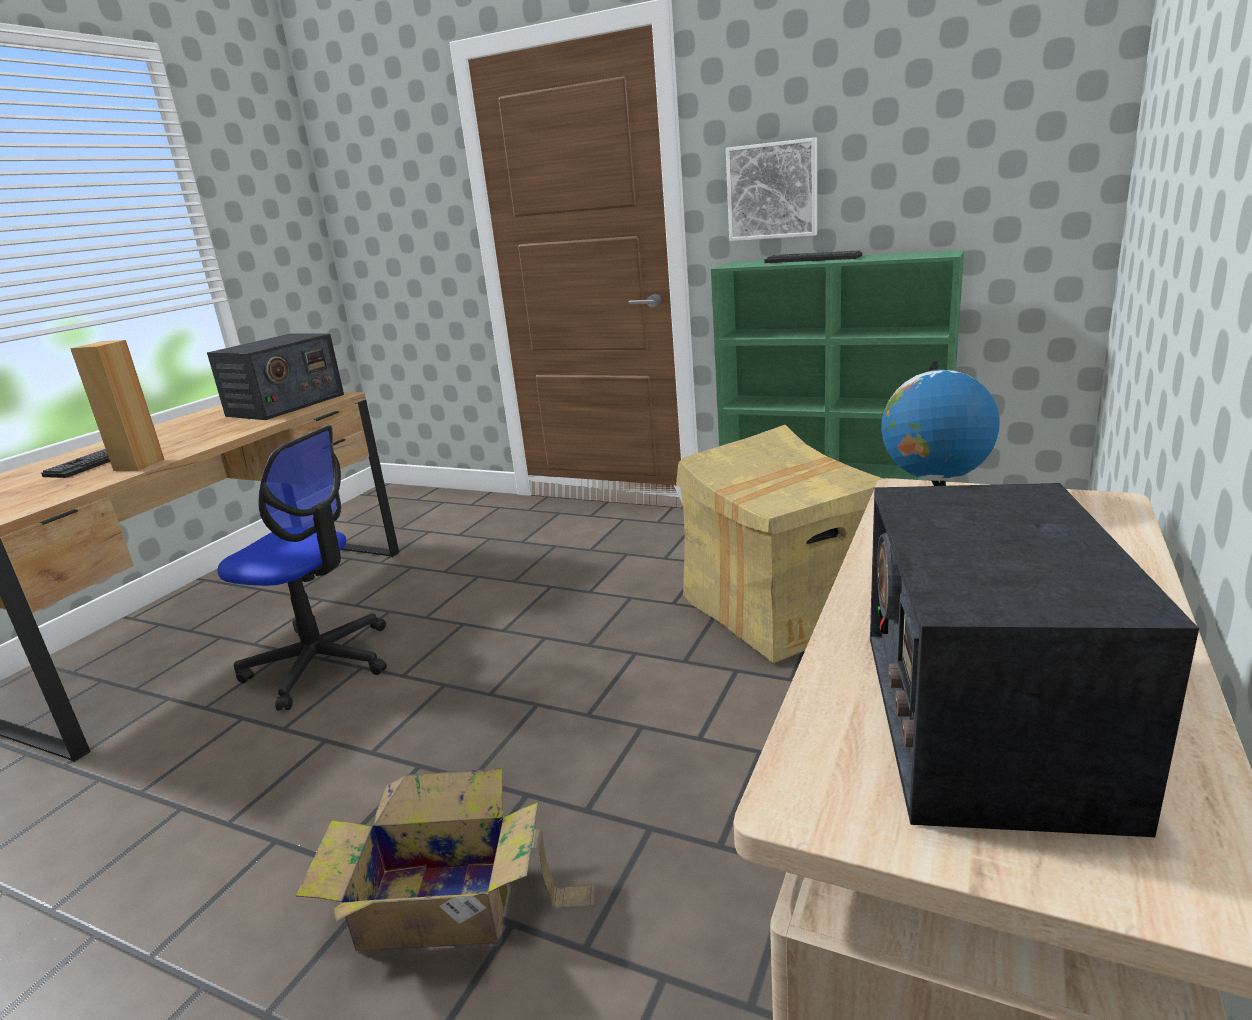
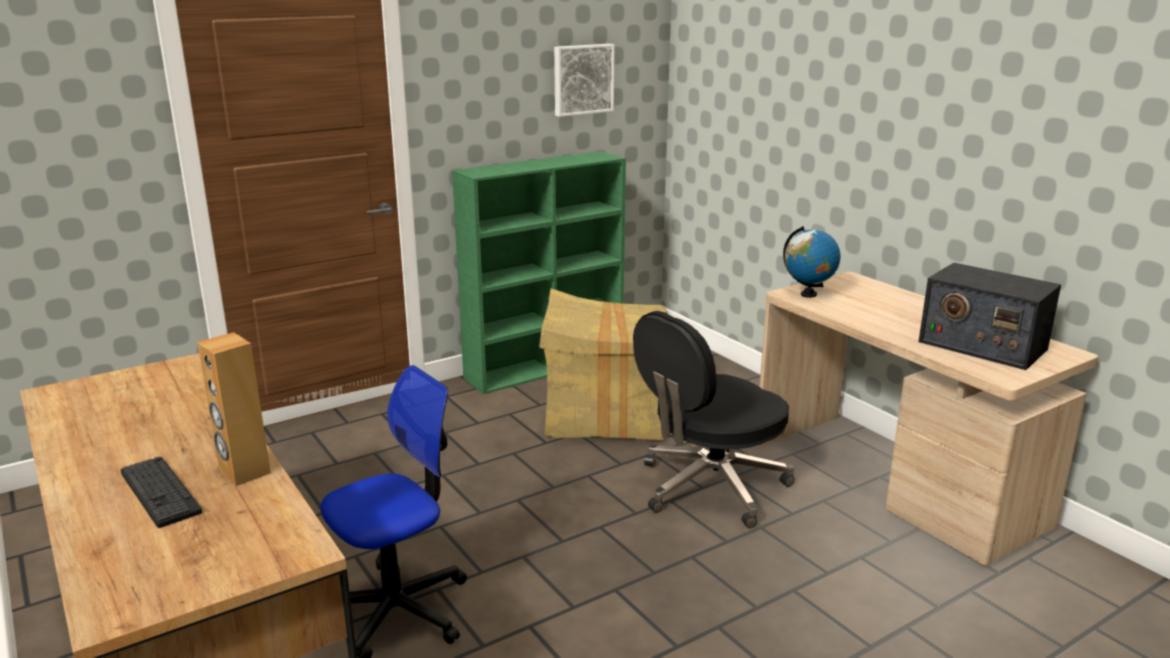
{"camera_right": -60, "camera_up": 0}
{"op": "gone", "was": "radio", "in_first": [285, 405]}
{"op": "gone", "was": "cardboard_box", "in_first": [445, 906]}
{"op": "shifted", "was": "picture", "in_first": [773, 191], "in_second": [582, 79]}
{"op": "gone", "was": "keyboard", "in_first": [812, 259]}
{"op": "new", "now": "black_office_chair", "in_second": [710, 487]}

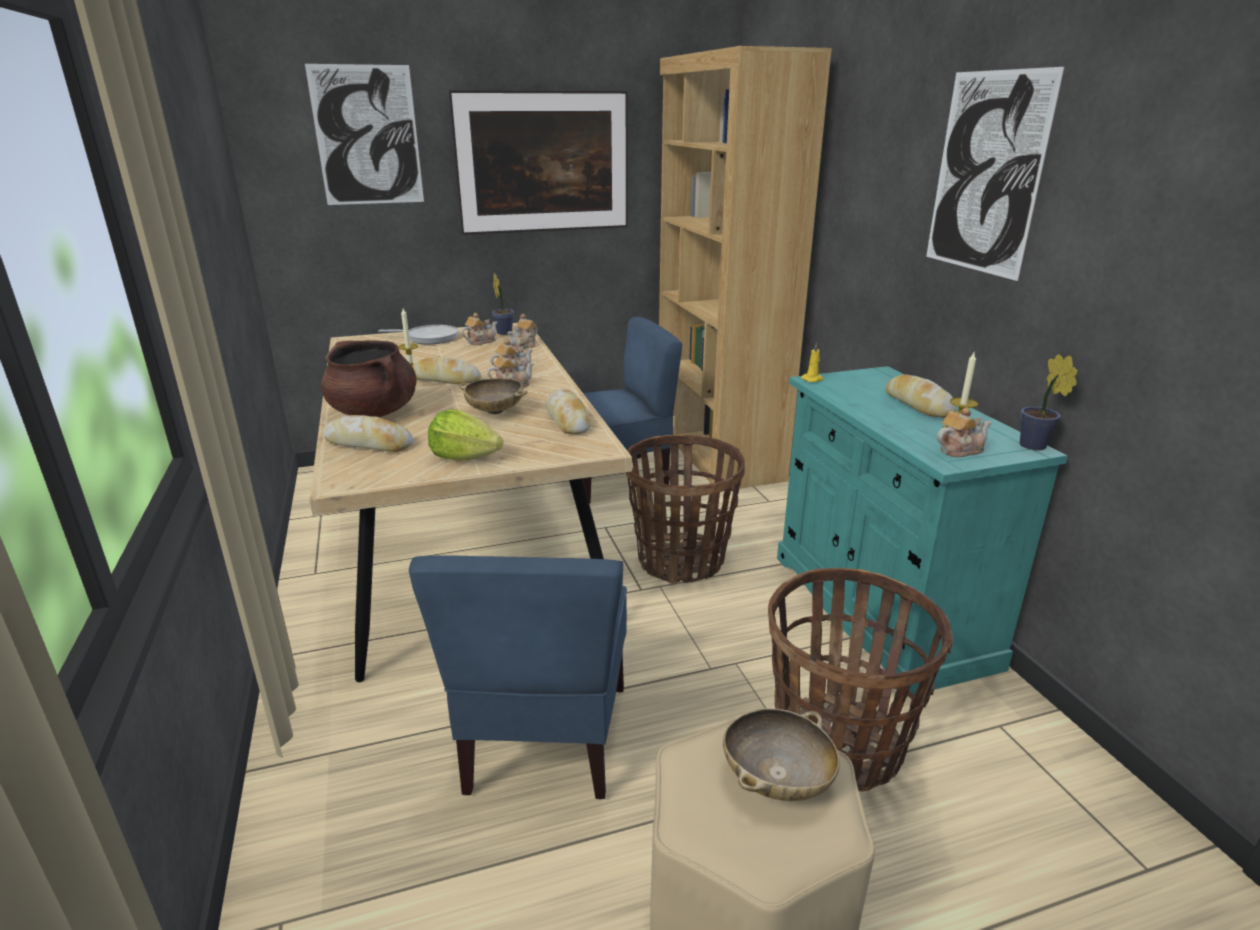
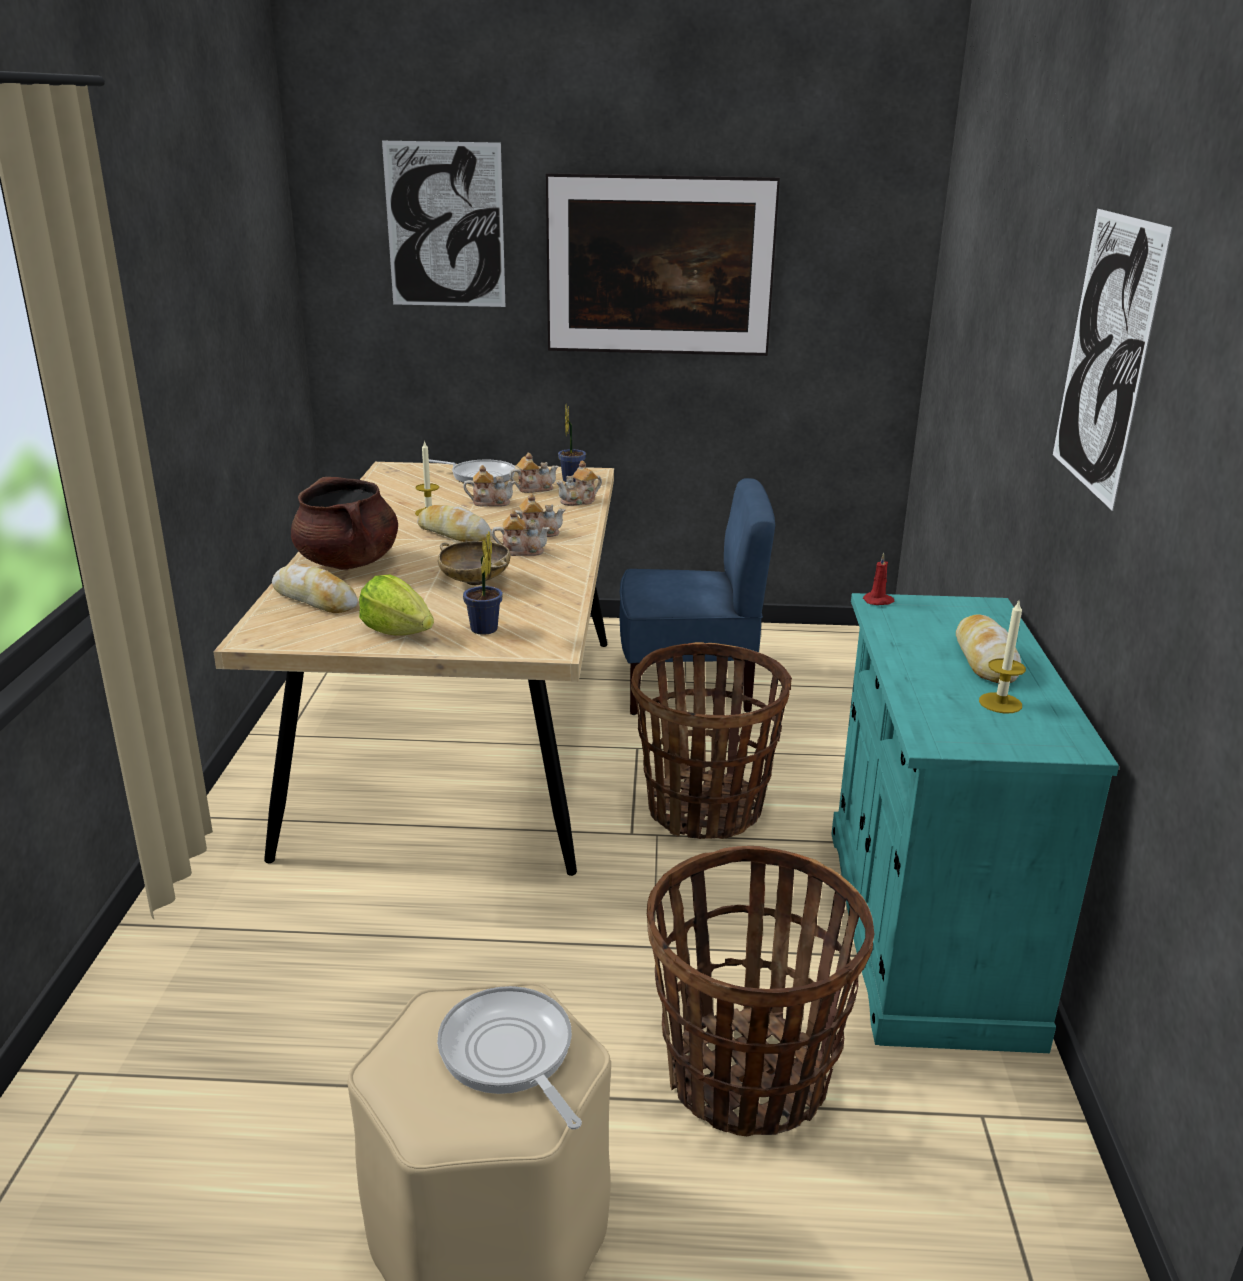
{"camera_right": 20, "camera_up": 0}
{"op": "gone", "was": "blue_chair", "in_first": [544, 738]}
{"op": "gone", "was": "bread", "in_first": [567, 420]}
{"op": "gone", "was": "brown_bookcase", "in_first": [716, 451]}
{"op": "swapped", "was": "beige_bowl", "now": "frying_pan", "in_first": [777, 779], "in_second": [509, 1054]}
{"op": "repainted", "was": "yellow_candle", "now": "red_candle", "in_first": [813, 379], "in_second": [879, 601]}
{"op": "shifted", "was": "teapot", "in_first": [959, 450], "in_second": [490, 502]}
{"op": "shifted", "was": "potted_plant", "in_first": [1035, 447], "in_second": [483, 631]}

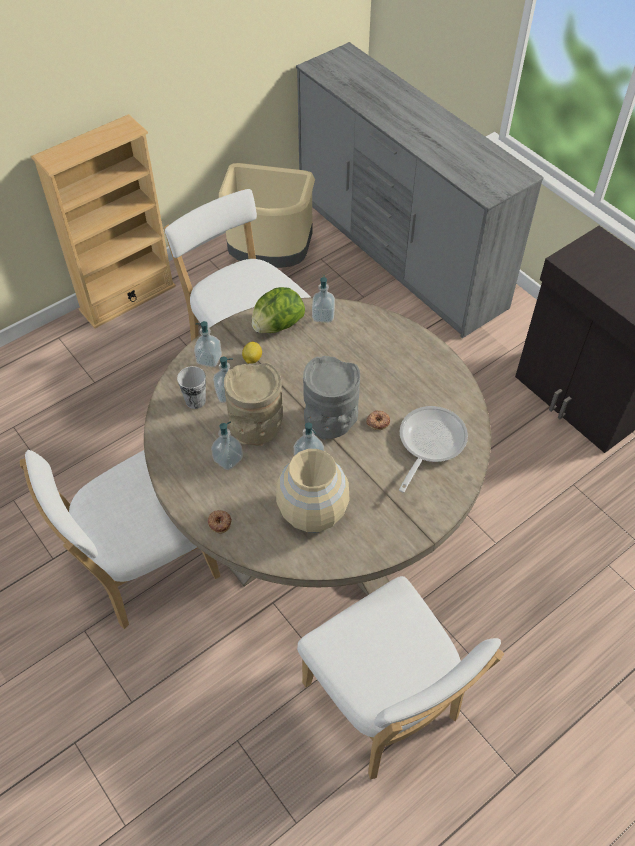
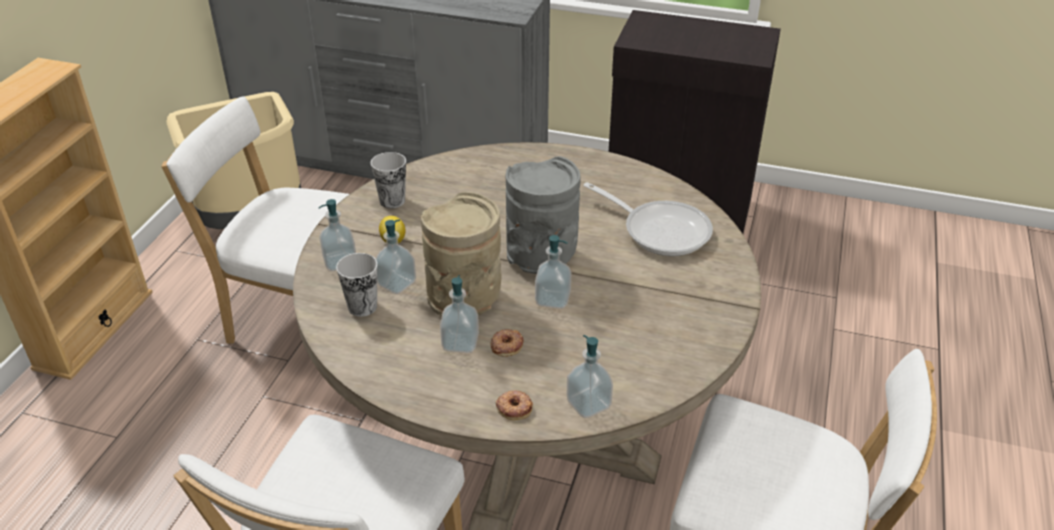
{"camera_right": -35, "camera_up": -15}
{"op": "swapped", "was": "lettuce", "now": "cup", "in_first": [277, 325], "in_second": [392, 201]}
{"op": "gone", "was": "beige_vase", "in_first": [313, 513]}
{"op": "shifted", "was": "soap_dispenser", "in_first": [323, 316], "in_second": [588, 404]}
{"op": "shifted", "was": "donut", "in_first": [378, 421], "in_second": [506, 345]}
{"op": "rotated", "was": "frying_pan", "in_first": [429, 443], "in_second": [660, 230], "clockwise": 135}

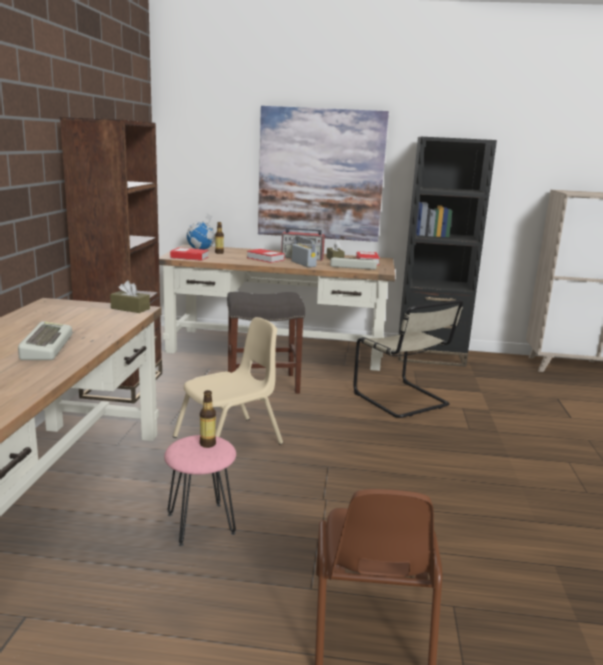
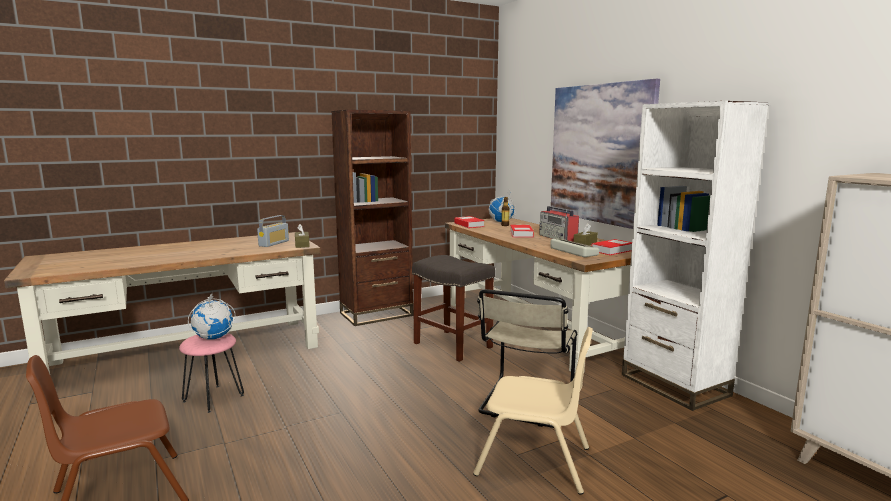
{"camera_right": 55, "camera_up": -5}
{"op": "gone", "was": "keyboard", "in_first": [45, 347]}
{"op": "shifted", "was": "beige_chair", "in_first": [229, 441], "in_second": [534, 461]}
{"op": "swapped", "was": "bottle", "now": "globe", "in_first": [207, 444], "in_second": [213, 338]}
{"op": "shifted", "was": "radio", "in_first": [303, 264], "in_second": [274, 243]}
{"op": "repainted", "was": "black_bookcase", "now": "white_bookcase", "in_first": [430, 356], "in_second": [674, 385]}

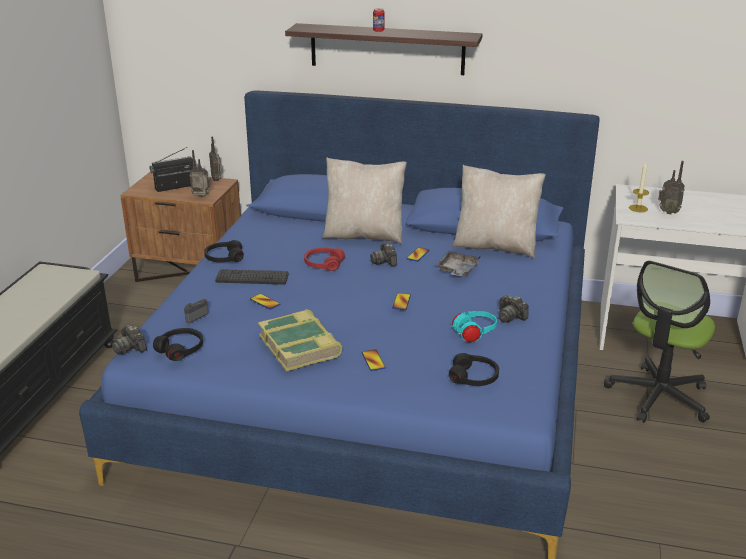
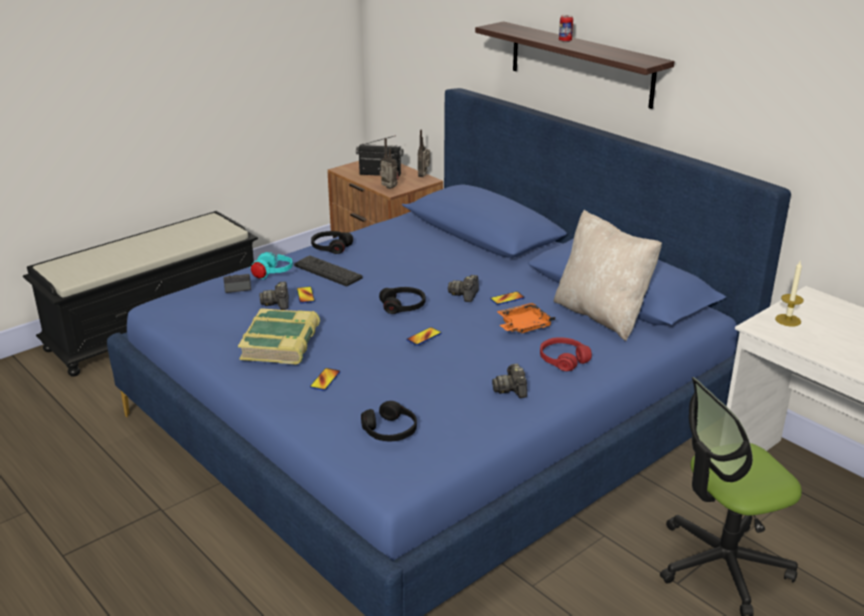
{"camera_right": 35, "camera_up": 0}
{"op": "shifted", "was": "photo_camera", "in_first": [130, 348], "in_second": [277, 303]}
{"op": "shifted", "was": "black_headphones", "in_first": [180, 349], "in_second": [403, 306]}
{"op": "shifted", "was": "red_headphones", "in_first": [323, 264], "in_second": [563, 359]}
{"op": "gone", "was": "beige_pillow", "in_first": [364, 235]}
{"op": "repainted", "was": "grey_tray", "now": "orange_tray", "in_first": [457, 270], "in_second": [523, 326]}
{"op": "shifted", "was": "turquoise_headphones", "in_first": [474, 334], "in_second": [272, 275]}
{"op": "gone", "was": "radio", "in_first": [668, 212]}

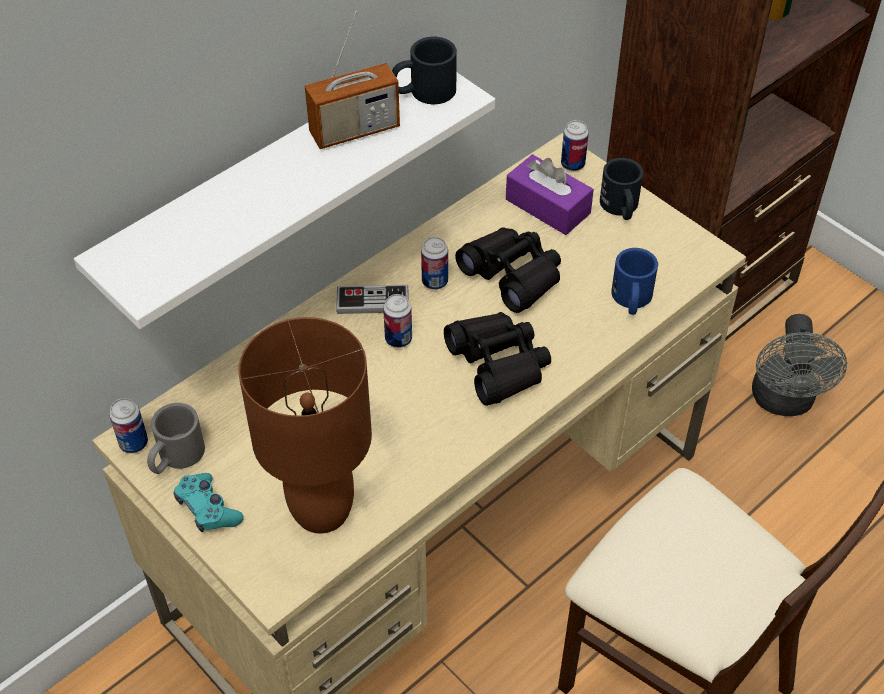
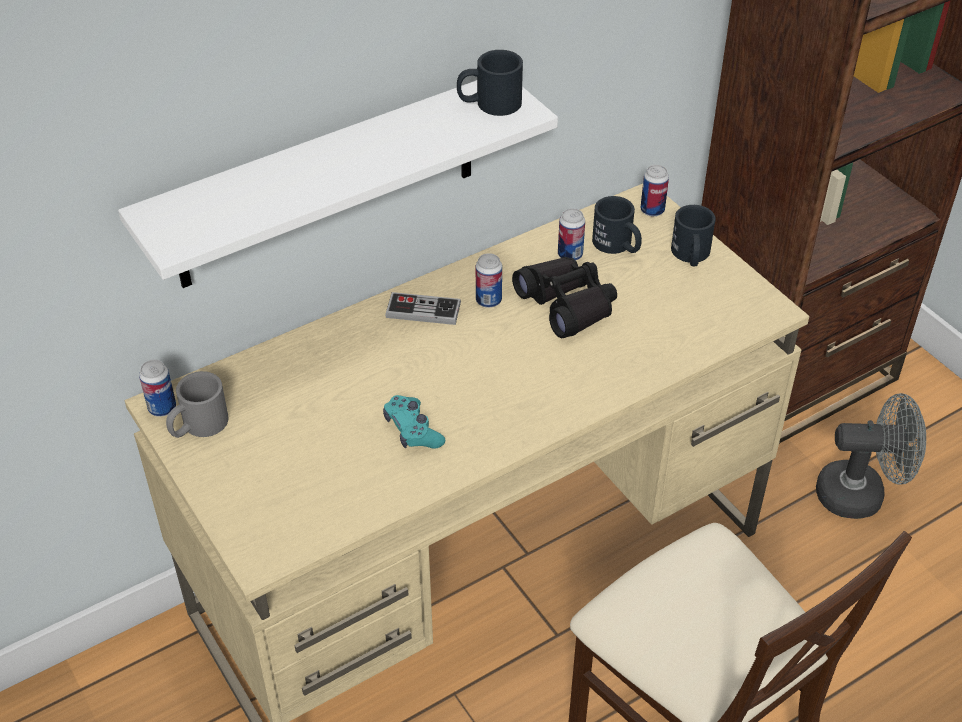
{"camera_right": 10, "camera_up": -5}
{"op": "shifted", "was": "turquoise_game_controller", "in_first": [208, 509], "in_second": [412, 430]}
{"op": "gone", "was": "brown_table_lamp", "in_first": [322, 509]}
{"op": "gone", "was": "radio", "in_first": [354, 130]}
{"op": "shifted", "was": "can", "in_first": [398, 339], "in_second": [570, 255]}
{"op": "gone", "was": "black_binoculars", "in_first": [498, 364]}
{"op": "swapped", "was": "purple_tissue_box", "now": "black_mug", "in_first": [547, 206], "in_second": [617, 246]}
{"op": "gone", "was": "blue_mug", "in_first": [631, 300]}
{"op": "rotated", "was": "grey_fan", "in_first": [783, 402], "in_second": [861, 494], "clockwise": -105}

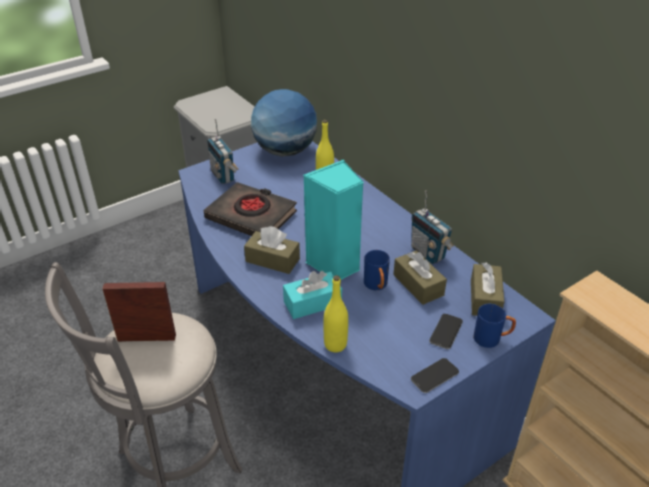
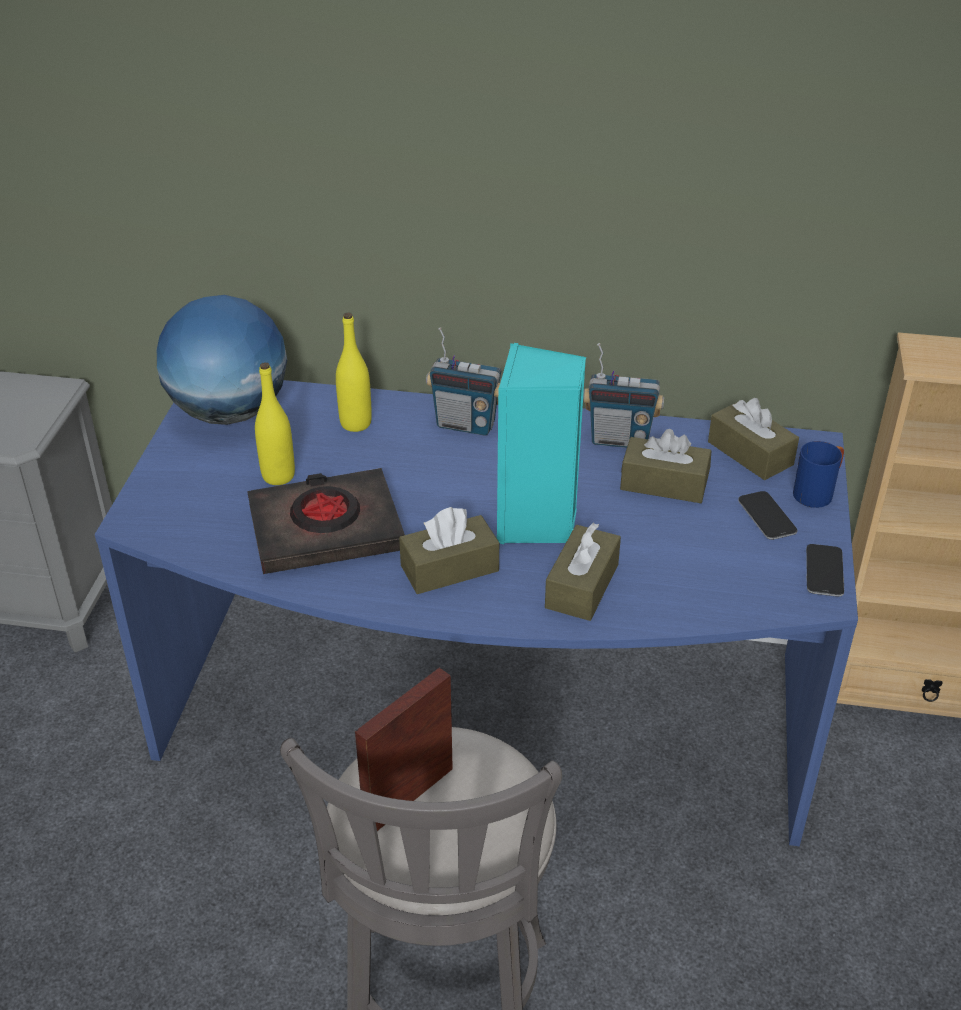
{"camera_right": -45, "camera_up": 0}
{"op": "shifted", "was": "radio", "in_first": [223, 176], "in_second": [466, 424]}
{"op": "repainted", "was": "turquoise_tissue_box", "now": "brown_tissue_box", "in_first": [312, 303], "in_second": [582, 586]}
{"op": "shifted", "was": "yellow_bottle", "in_first": [335, 344], "in_second": [278, 476]}
{"op": "gone", "was": "blue_mug", "in_first": [377, 286]}

